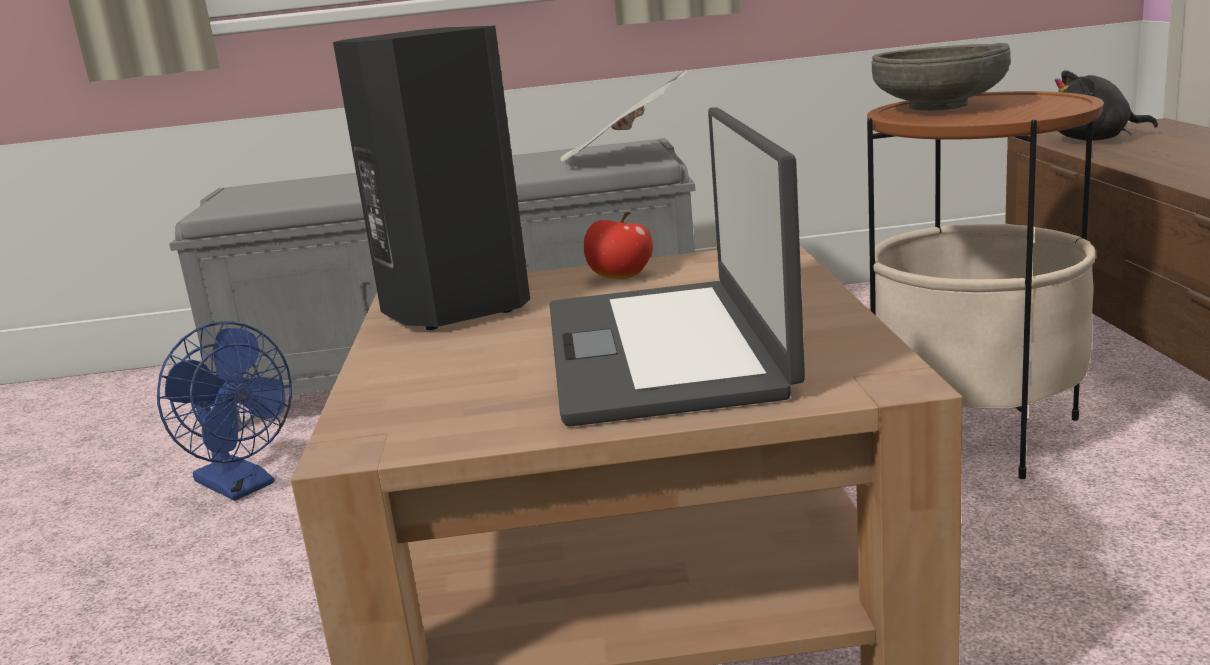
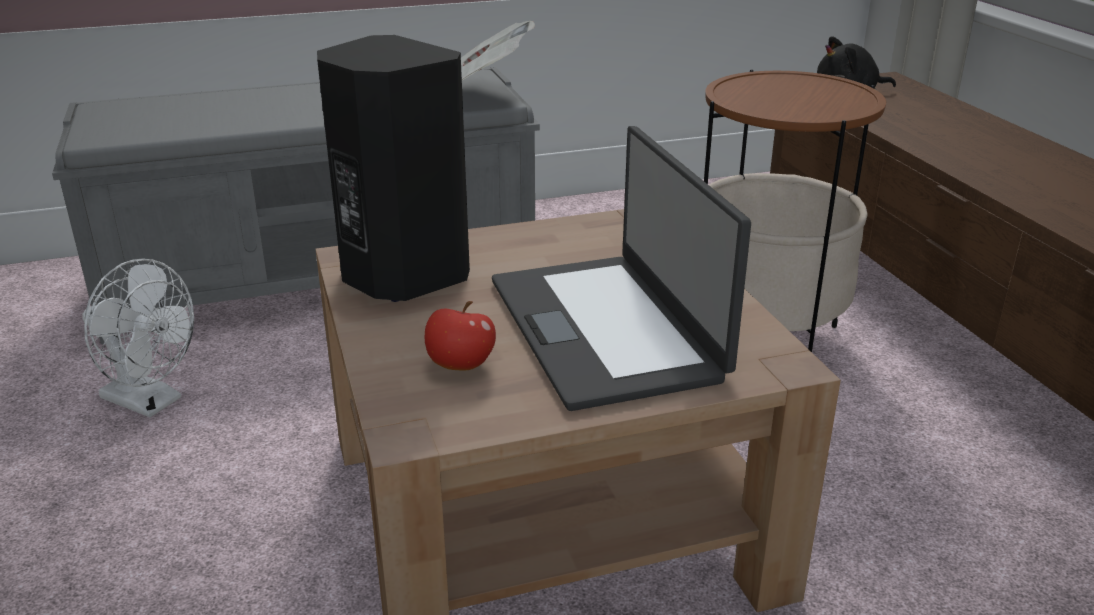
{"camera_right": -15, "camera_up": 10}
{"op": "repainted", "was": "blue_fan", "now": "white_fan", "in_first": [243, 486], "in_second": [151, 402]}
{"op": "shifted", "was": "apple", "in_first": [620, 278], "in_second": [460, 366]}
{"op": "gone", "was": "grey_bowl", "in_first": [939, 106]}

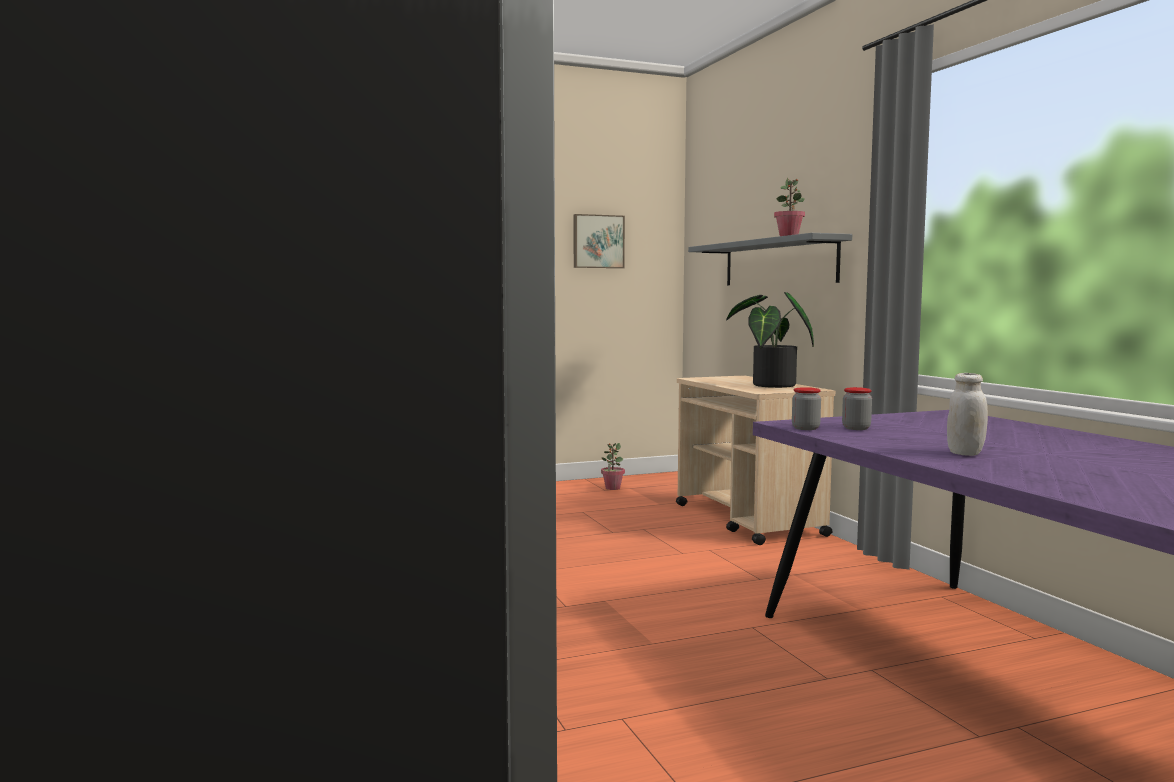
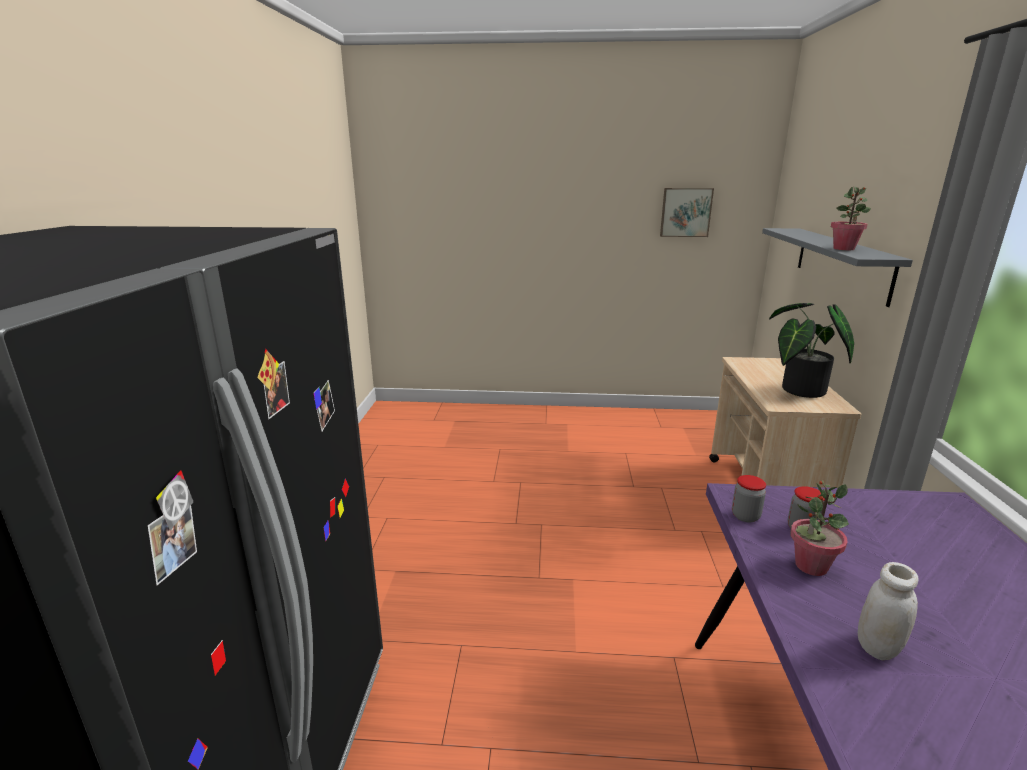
{"camera_right": 25, "camera_up": 15}
{"op": "shifted", "was": "potted_plant", "in_first": [612, 488], "in_second": [810, 566]}

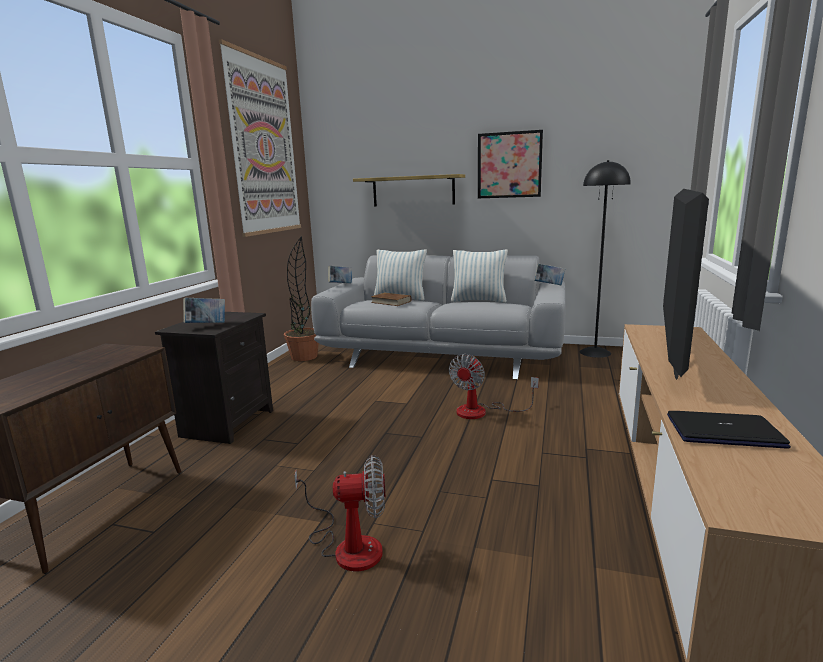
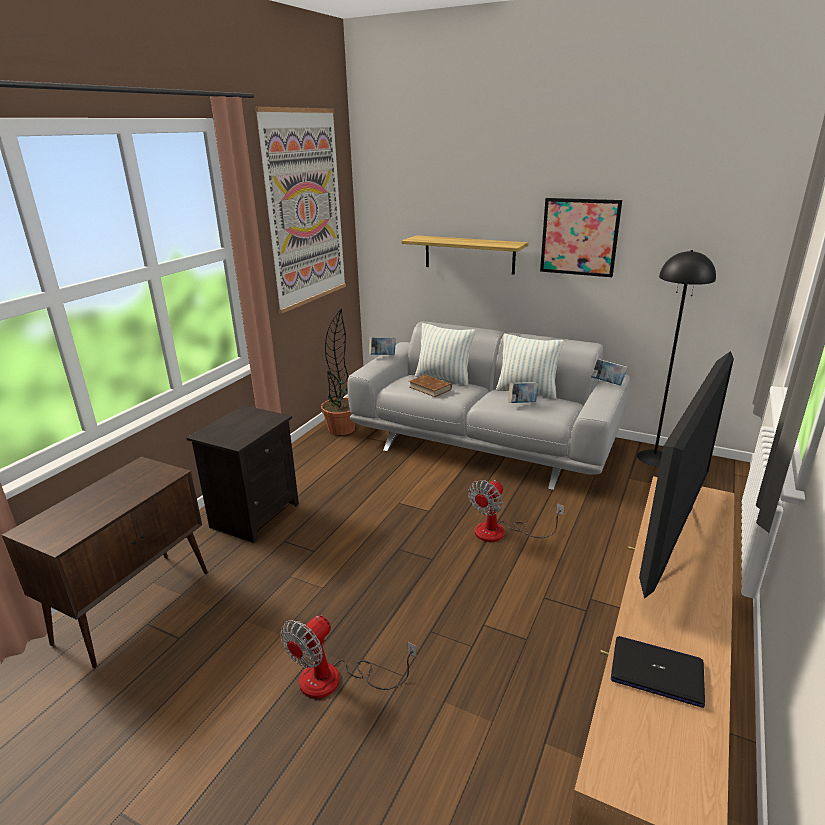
{"camera_right": 10, "camera_up": 10}
{"op": "shifted", "was": "book", "in_first": [206, 325], "in_second": [522, 404]}
{"op": "rotated", "was": "fan", "in_first": [348, 545], "in_second": [335, 680], "clockwise": 120}

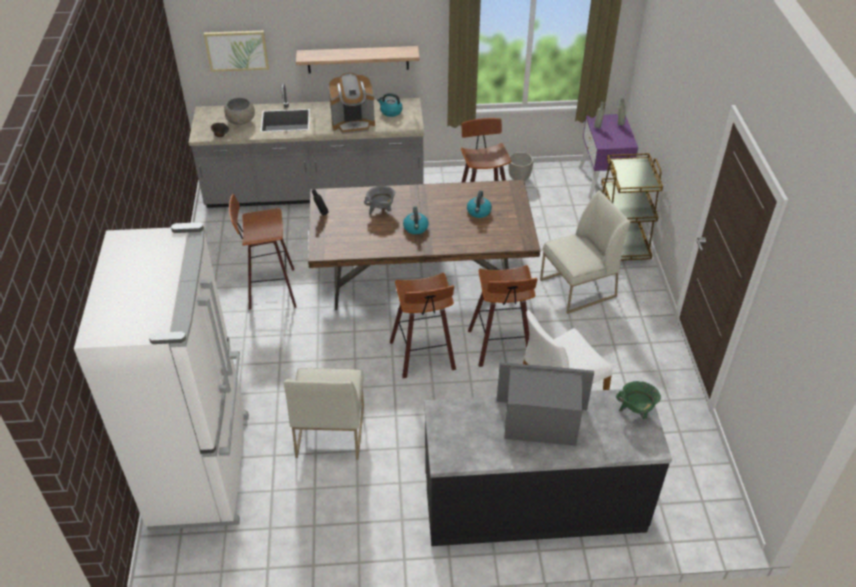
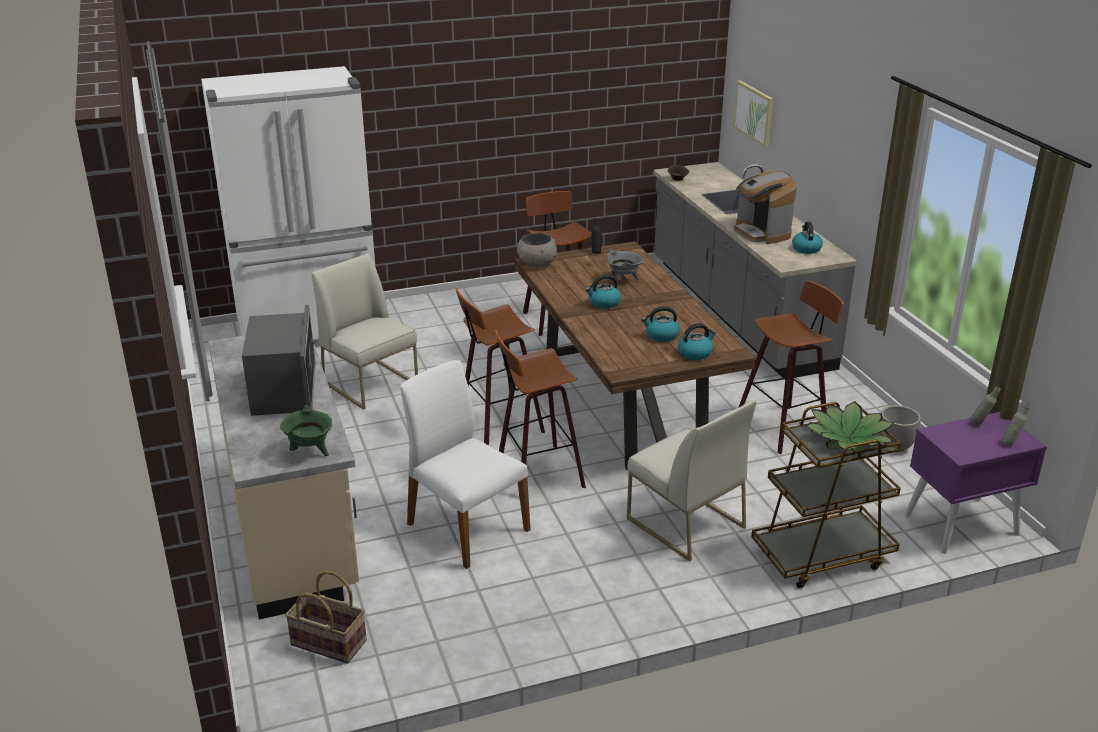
{"camera_right": 75, "camera_up": -15}
{"op": "shifted", "was": "grey_bowl", "in_first": [241, 121], "in_second": [537, 264]}
{"op": "rotated", "was": "white_chair", "in_first": [330, 430], "in_second": [371, 384], "clockwise": 60}
{"op": "gone", "was": "shelf", "in_first": [358, 59]}
{"op": "repainted", "was": "black_counter", "now": "beige_counter", "in_first": [533, 504], "in_second": [292, 525]}
{"op": "new", "now": "basket", "in_second": [327, 643]}
{"op": "new", "now": "kettle", "in_second": [695, 353]}
{"op": "new", "now": "potted_plant", "in_second": [849, 438]}

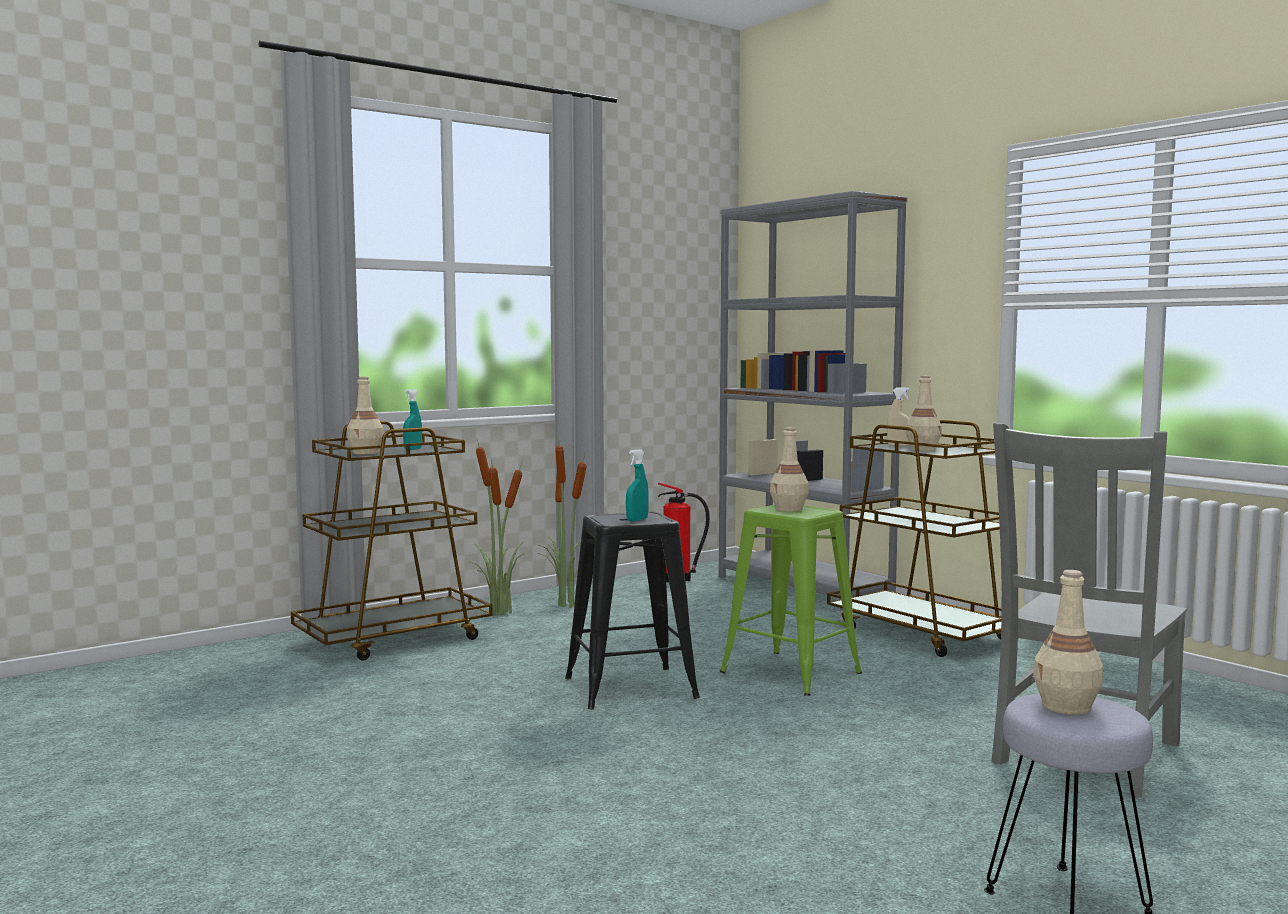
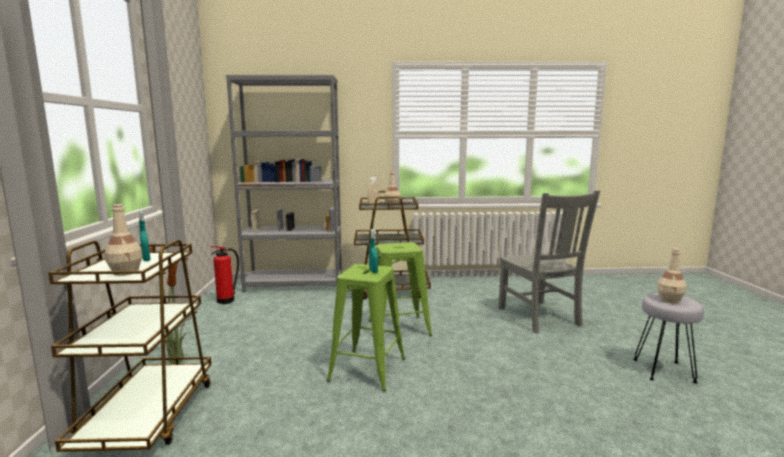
{"camera_right": -55, "camera_up": 5}
{"op": "gone", "was": "potted_plant", "in_first": [565, 605]}
{"op": "repainted", "was": "black_stool", "now": "green_stool", "in_first": [629, 688], "in_second": [367, 369]}
{"op": "gone", "was": "beige_bottle", "in_first": [789, 509]}

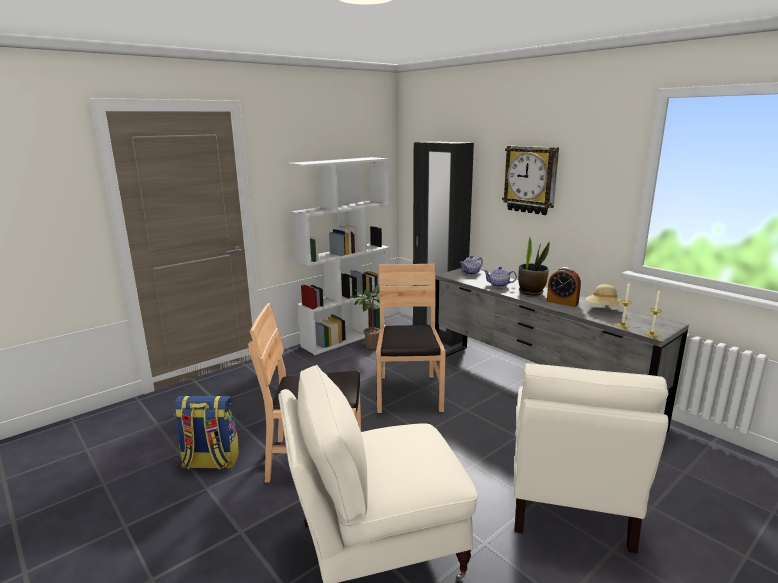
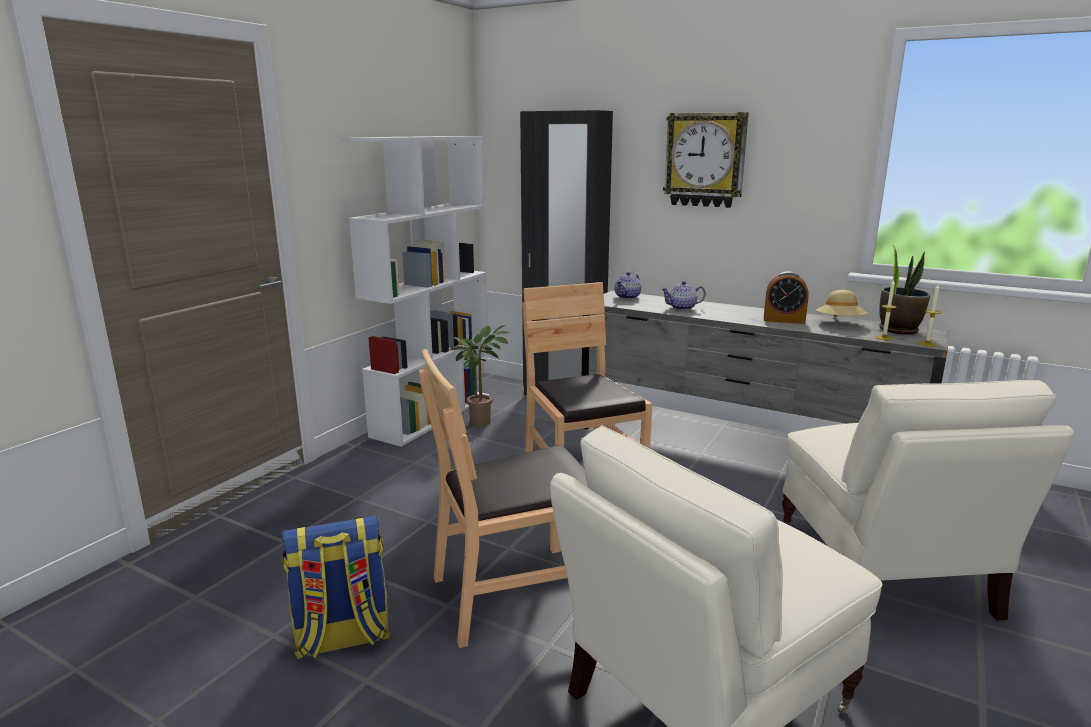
{"camera_right": -20, "camera_up": 0}
{"op": "shifted", "was": "potted_plant", "in_first": [531, 292], "in_second": [898, 330]}

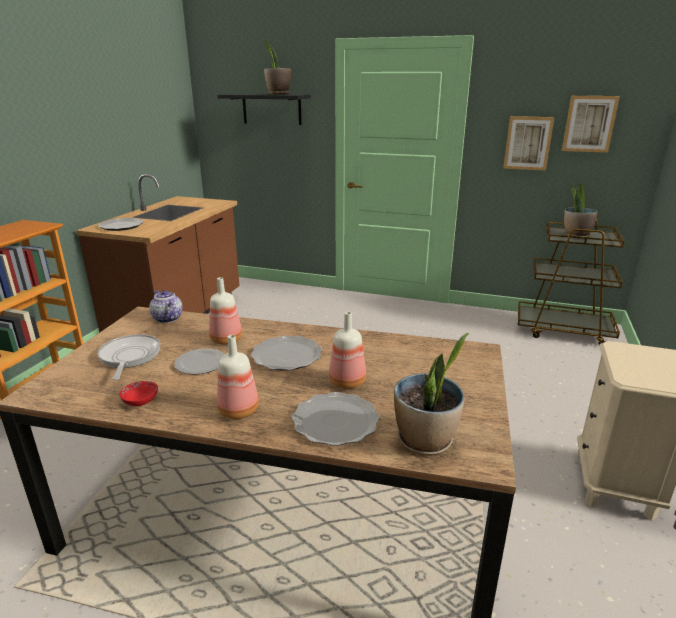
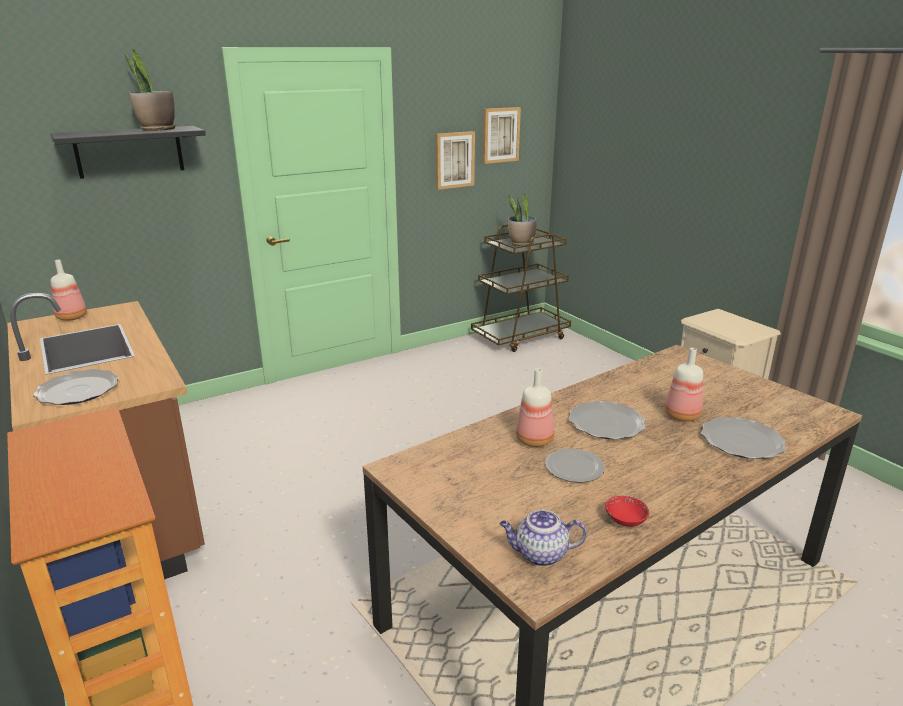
{"camera_right": -50, "camera_up": 0}
{"op": "gone", "was": "frying_pan", "in_first": [129, 357]}
{"op": "shifted", "was": "teapot", "in_first": [167, 318], "in_second": [540, 554]}
{"op": "shifted", "was": "bottle", "in_first": [240, 410], "in_second": [73, 317]}
{"op": "gone", "was": "potted_plant", "in_first": [425, 441]}

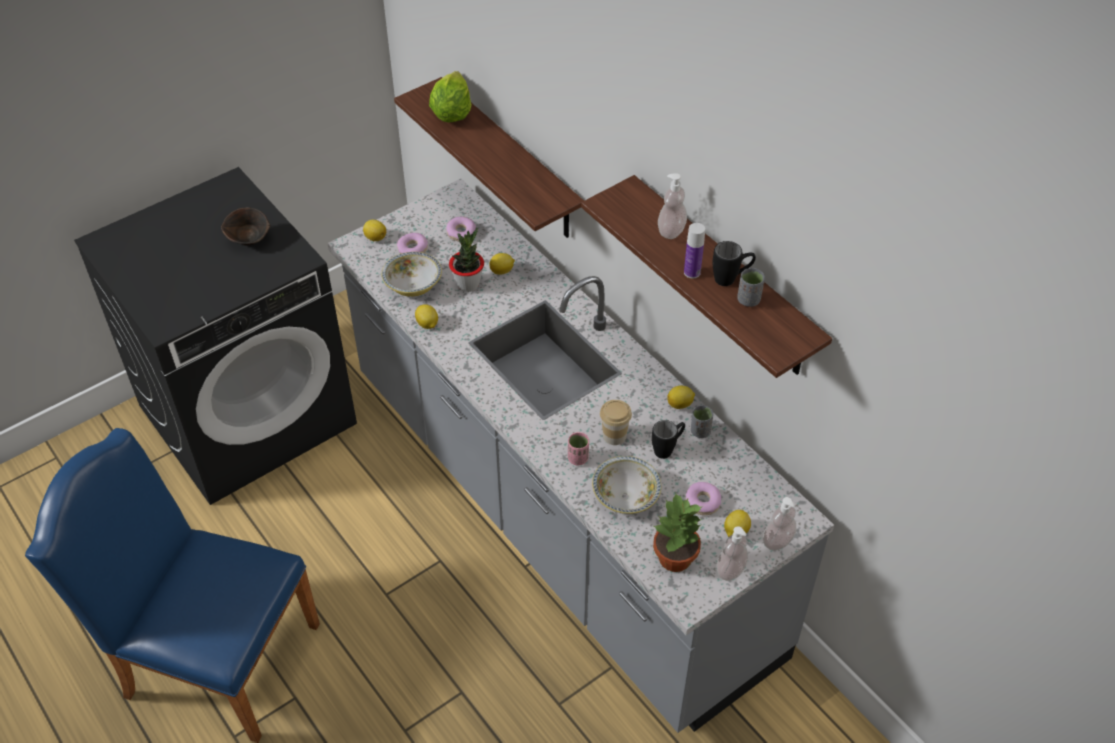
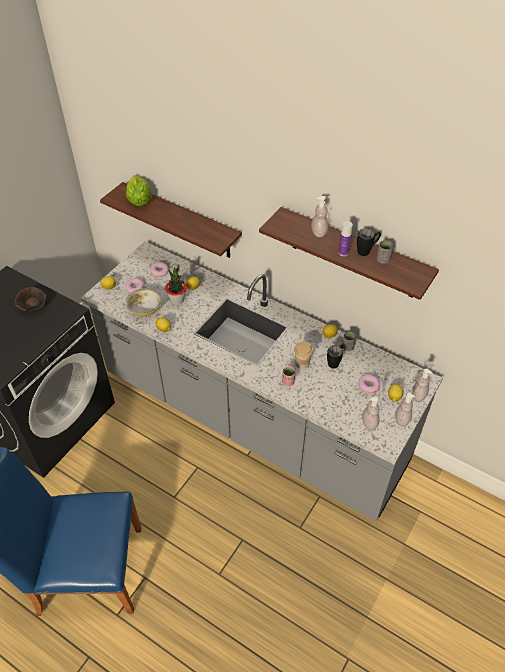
{"camera_right": -20, "camera_up": 0}
{"op": "gone", "was": "bowl", "in_first": [625, 497]}
{"op": "swapped", "was": "potted_plant", "now": "soap_dispenser", "in_first": [675, 559], "in_second": [369, 423]}

